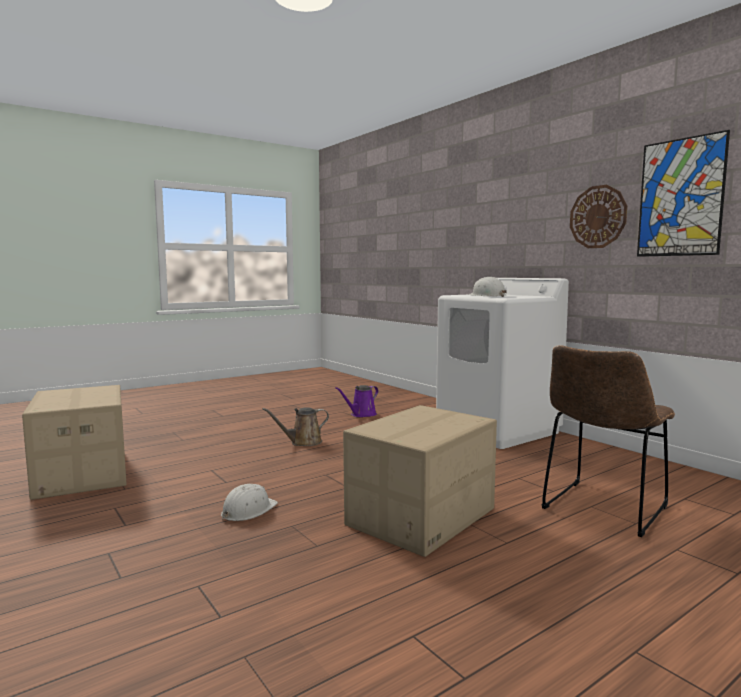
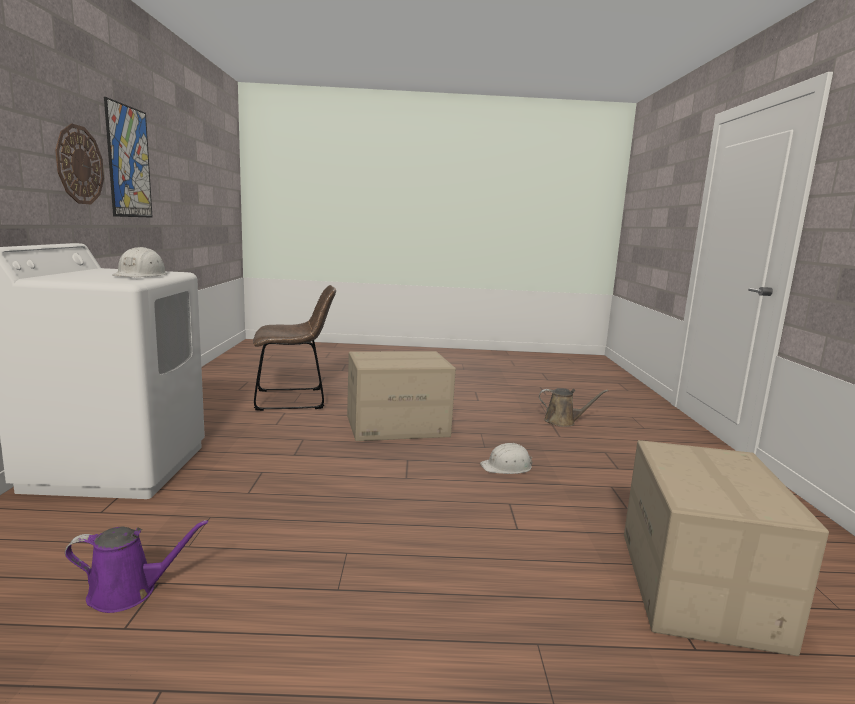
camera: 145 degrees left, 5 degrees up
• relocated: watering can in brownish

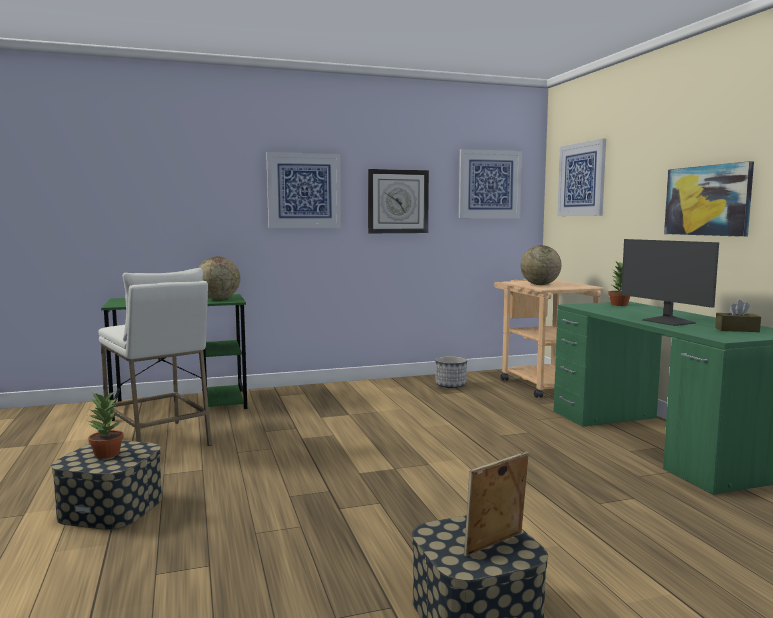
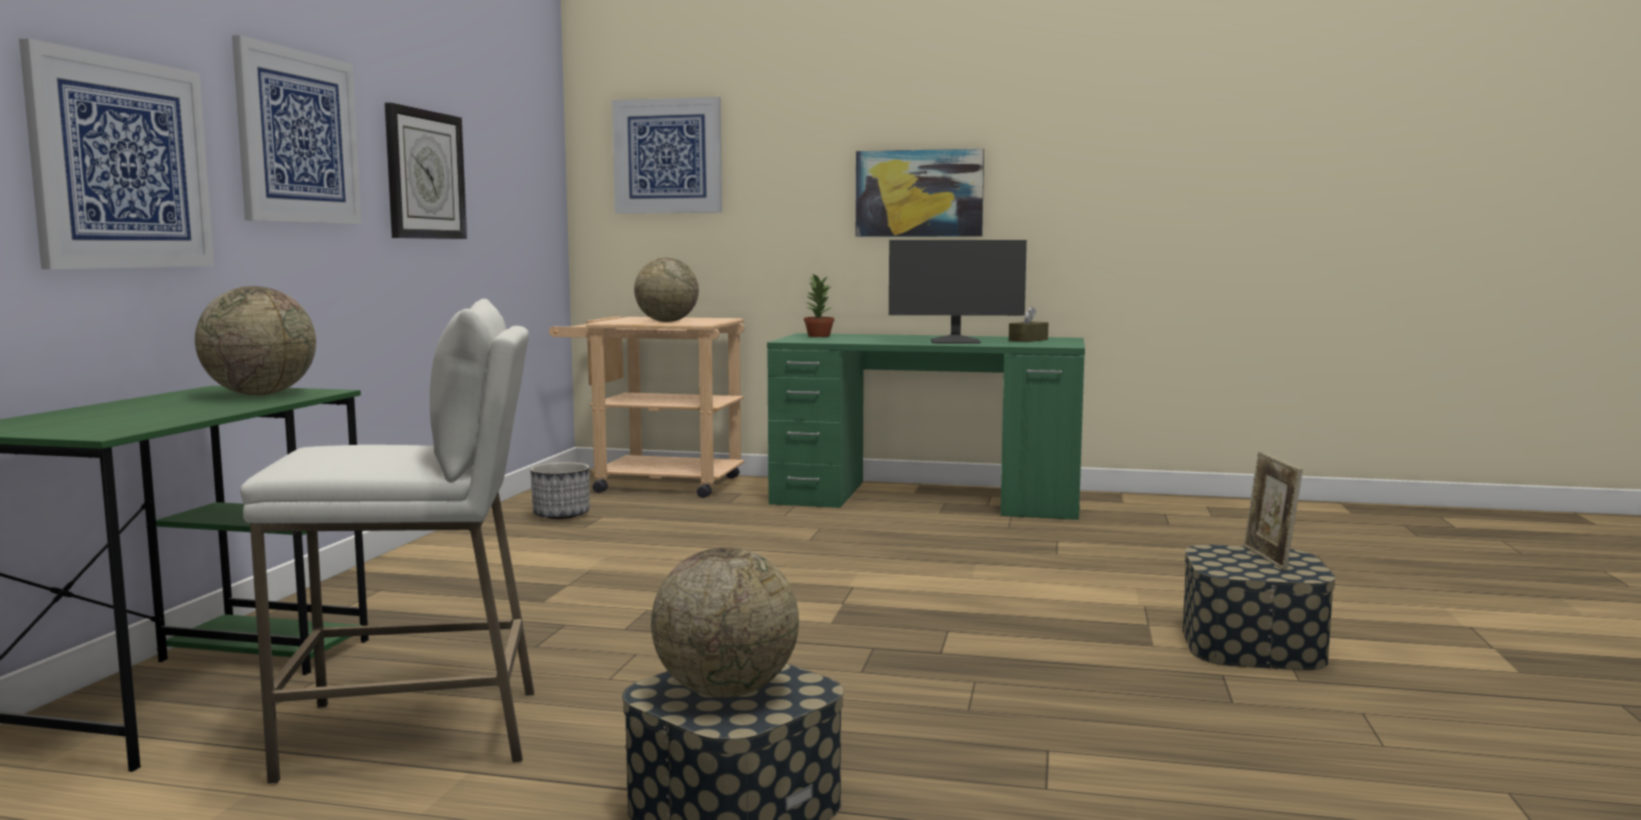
camera: 60 degrees left, 0 degrees up
• relocated: picture (no. 2 from left in the first image) to picture (no. 1 from left)
• exchanged: houseplant (no. 1 from left) to world globe (no. 3 from left)

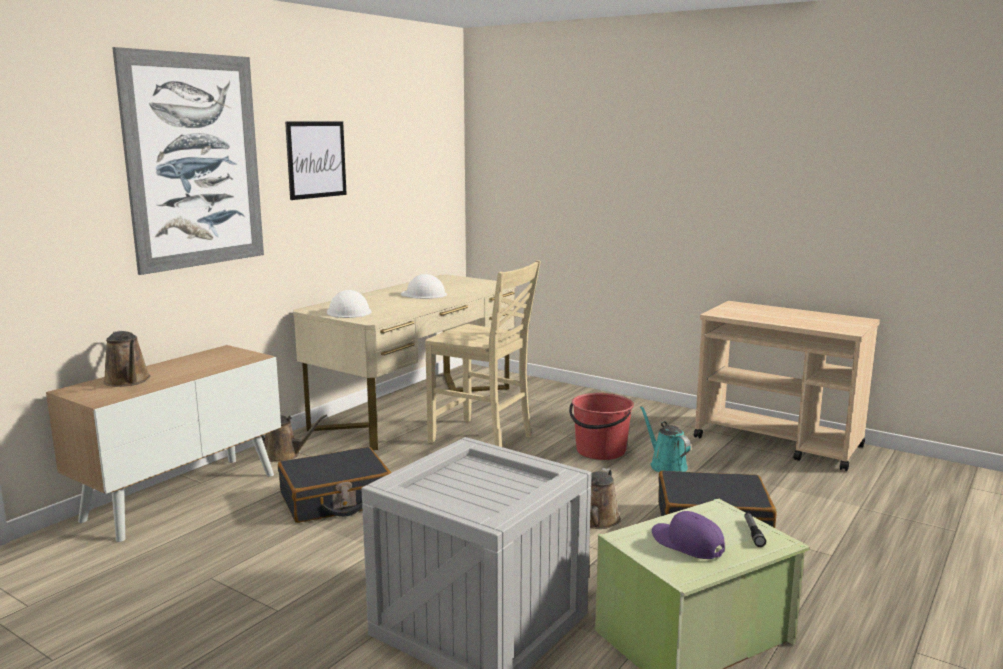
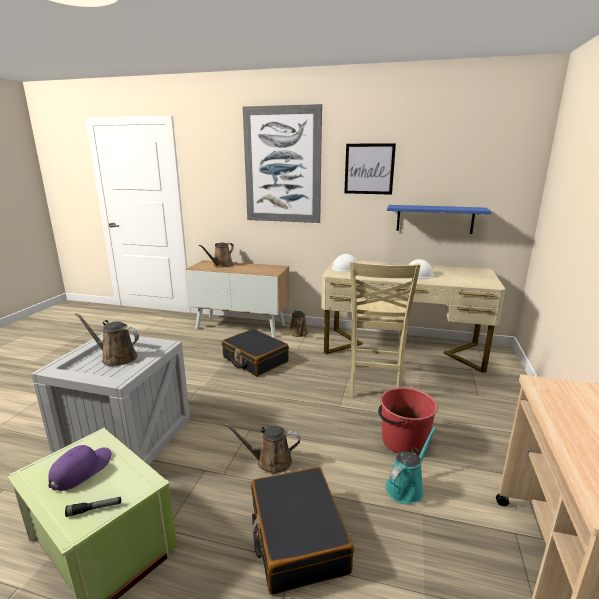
camera: 70 degrees right, 5 degrees up
• appeared: watering can in brownish (no. 1 from left)
• appeared: bracket shelf in bluish

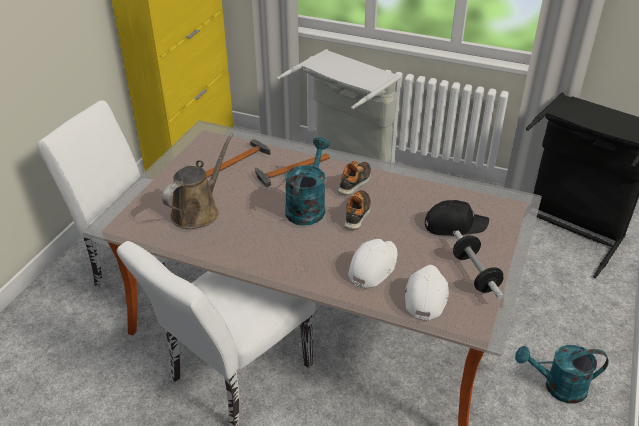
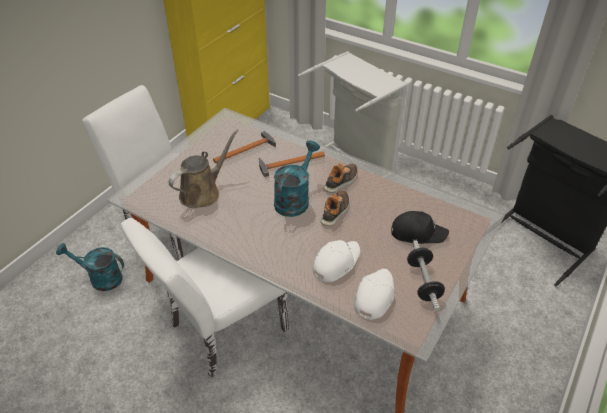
camera: 10 degrees right, 5 degrees up
• relocated: watering can in turquoise-coloured (no. 2 from left in the first image) to watering can in turquoise-coloured (no. 1 from left)

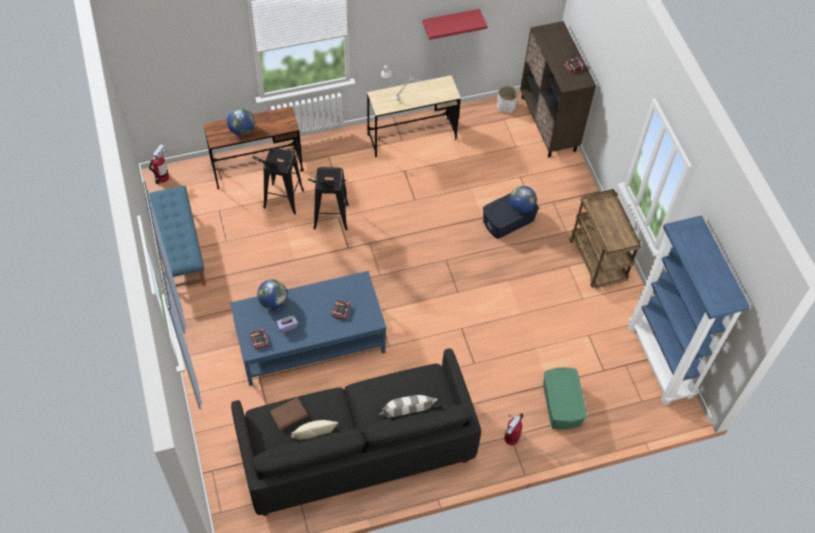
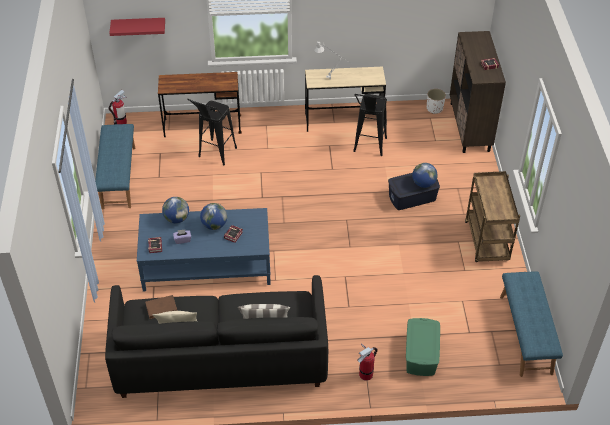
camera: 15 degrees right, 10 degrees down
• relocated: bracket shelf in reddish
• relocated: world globe (no. 1 from left in the first image) to world globe (no. 2 from left)
• relocated: stool seat in black-coloured (no. 2 from left)
• exchanged: bookcase in bluish to long seat in bluish (no. 2 from left)

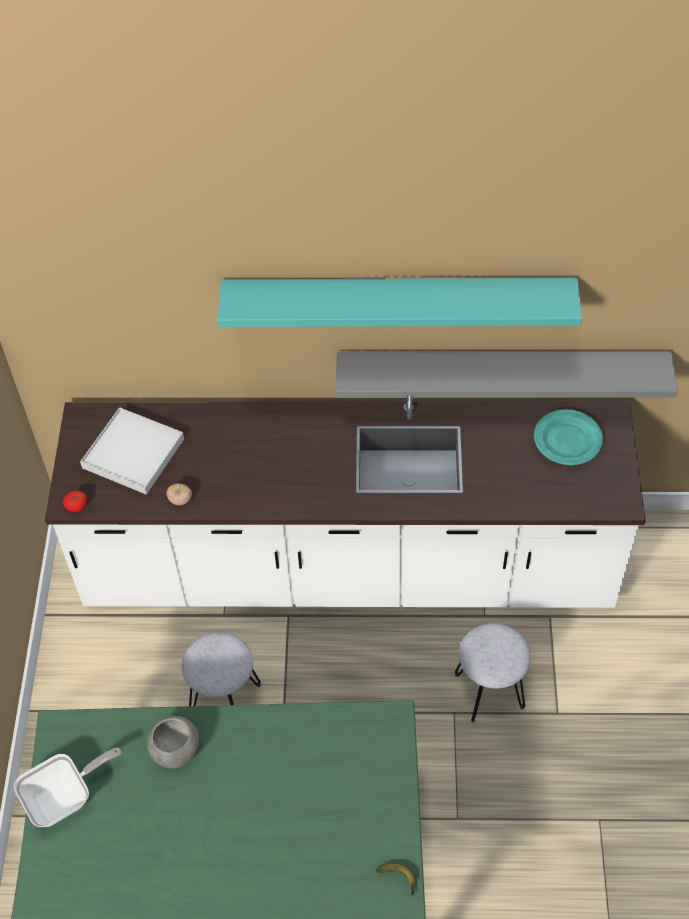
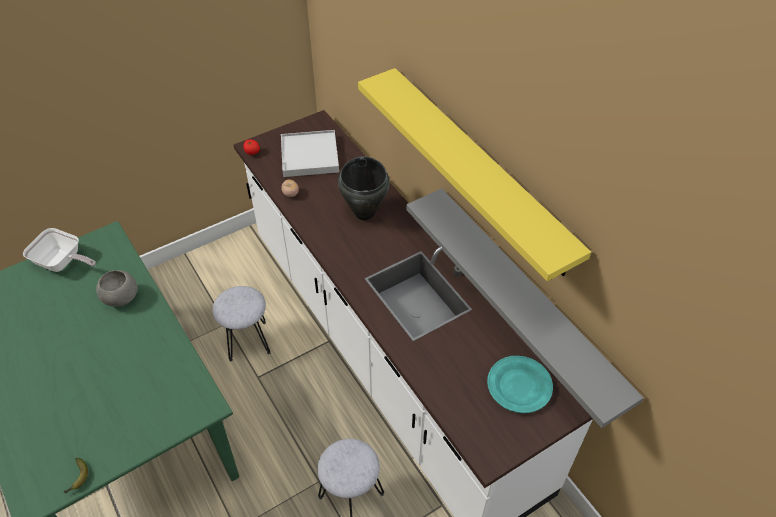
camera: 55 degrees right, 5 degrees down
• appeared: stockpot in black-coloured
• colour: bracket shelf in turquoise-coloured to bracket shelf in yellow

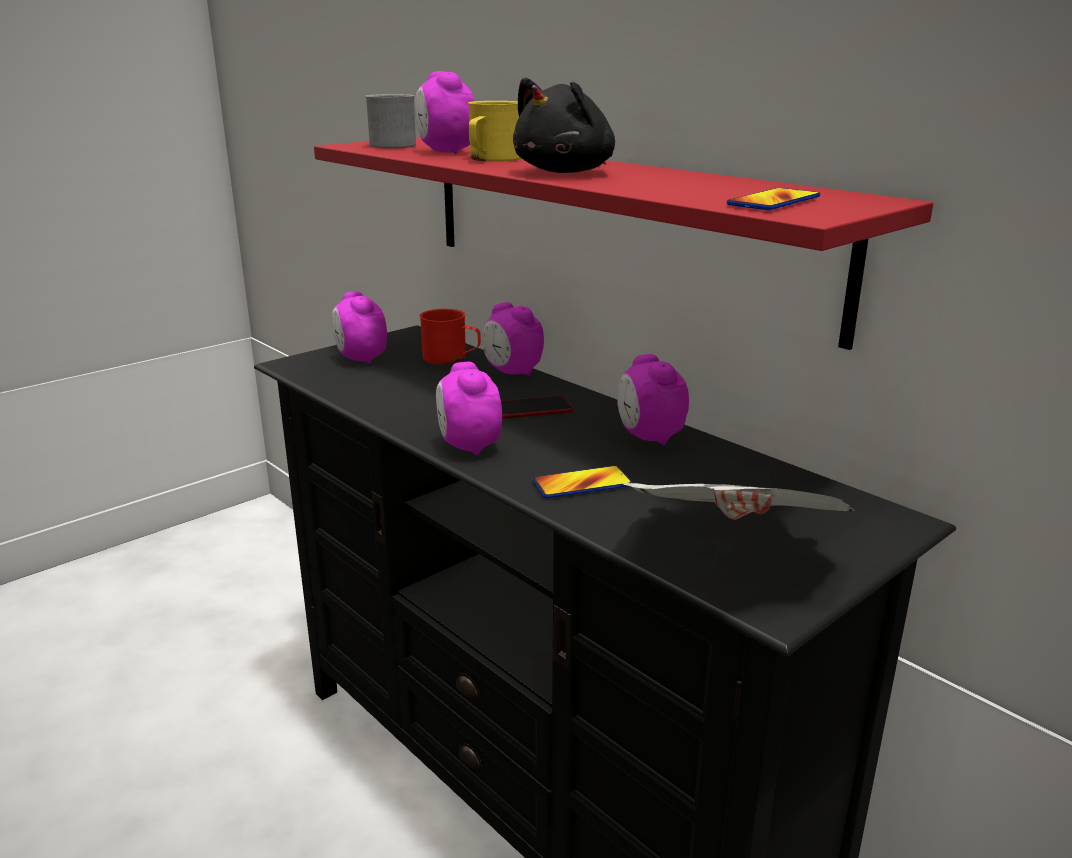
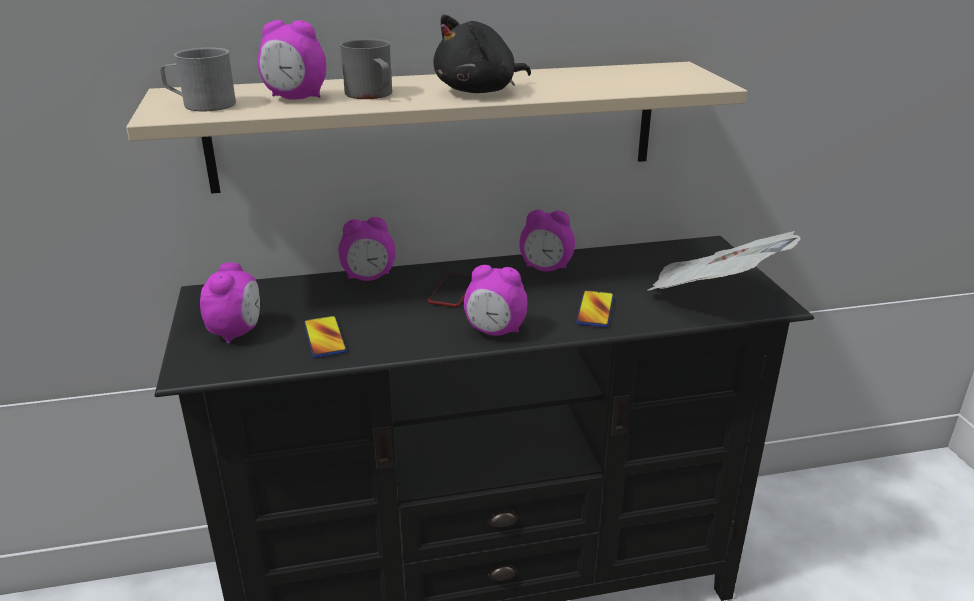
camera: 60 degrees left, 5 degrees up
• colour: bracket shelf in reddish to bracket shelf in beige
• spun: table clock (no. 1 from left) 90 degrees counterclockwise
• relocated: telephone (no. 3 from left in the first image) to telephone (no. 1 from left)
• colour: mug in yellow to mug in gray (no. 2 from left)
• spun: cuddly toy in black-coloured 75 degrees clockwise
• missing: mug in reddish

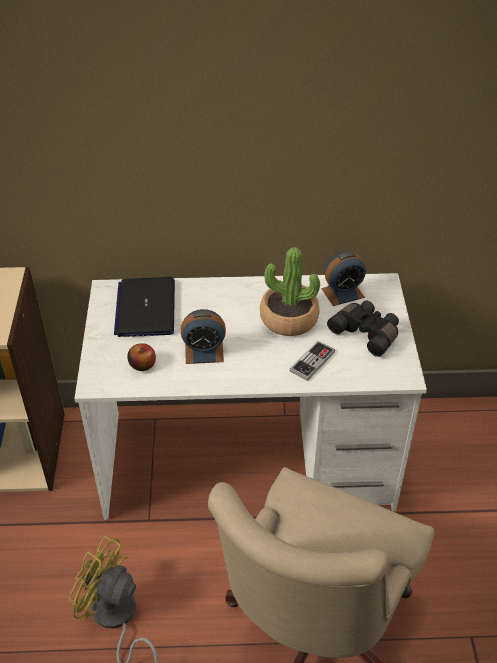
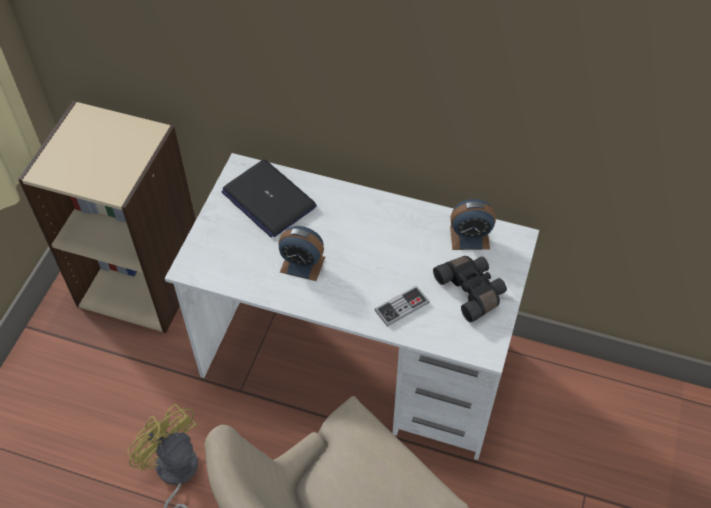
camera: 20 degrees right, 10 degrees up
• spun: portable computer 60 degrees counterclockwise
• missing: apple fruit
• missing: houseplant

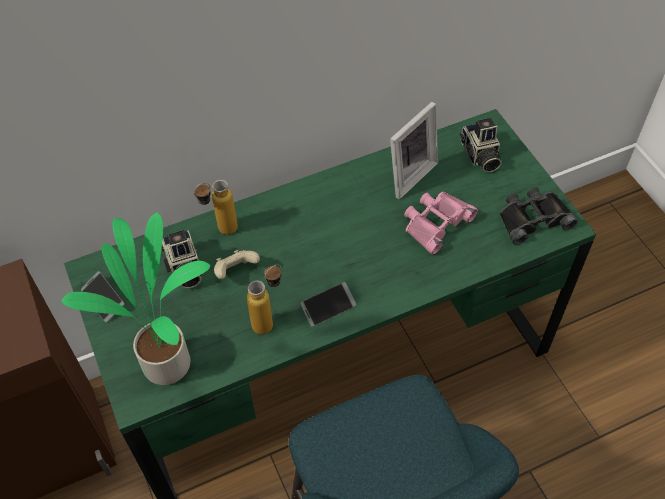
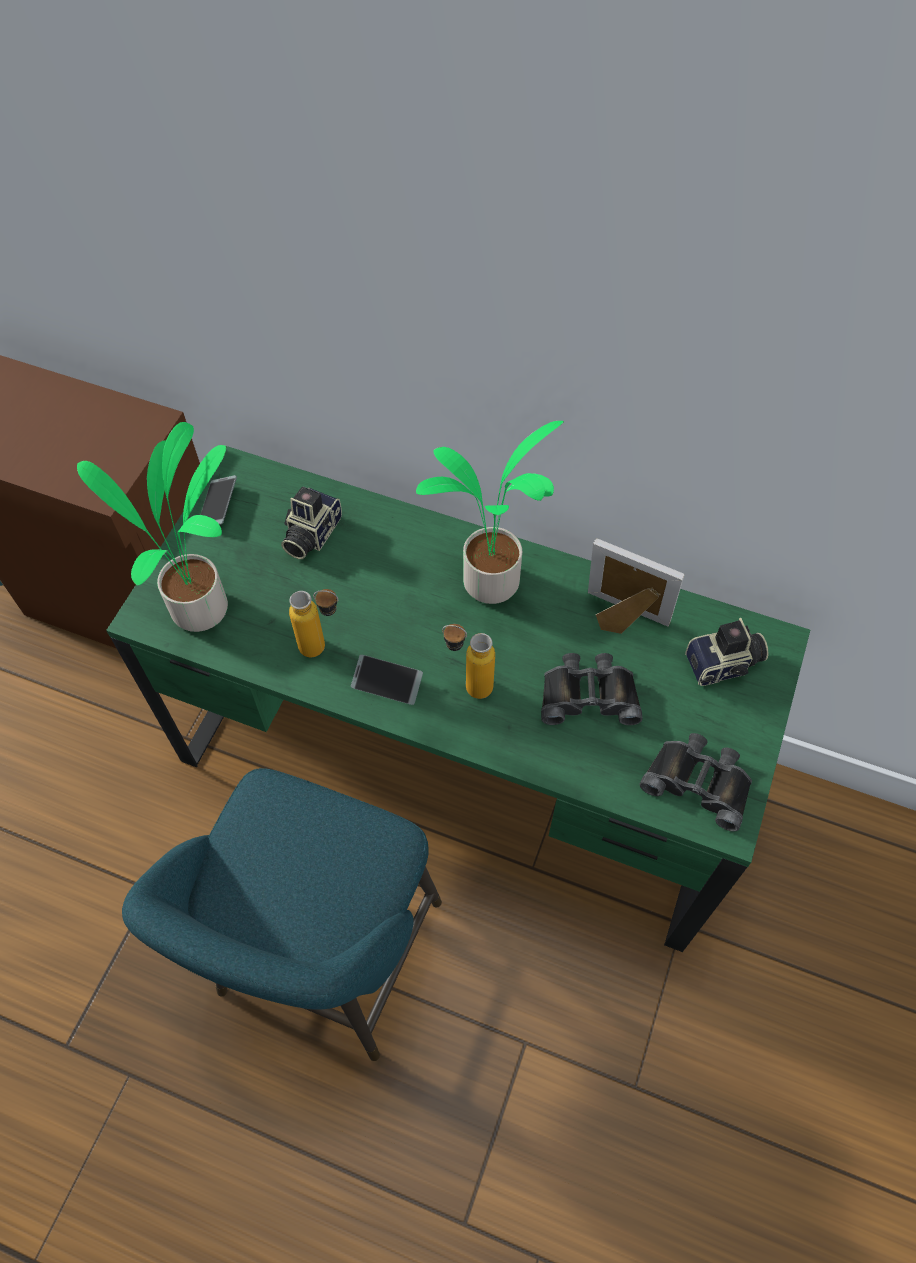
camera: 45 degrees right, 5 degrees up
• appeared: houseplant (no. 2 from left)
• relocated: beverage bottle (no. 1 from left in the first image) to beverage bottle (no. 2 from left)
• colour: pair of binoculars in pink to pair of binoculars in black-coloured (no. 1 from left)
• spun: picture frame 150 degrees counterclockwise
• spun: photo camera (no. 2 from left) 135 degrees counterclockwise
• missing: joypad in beige

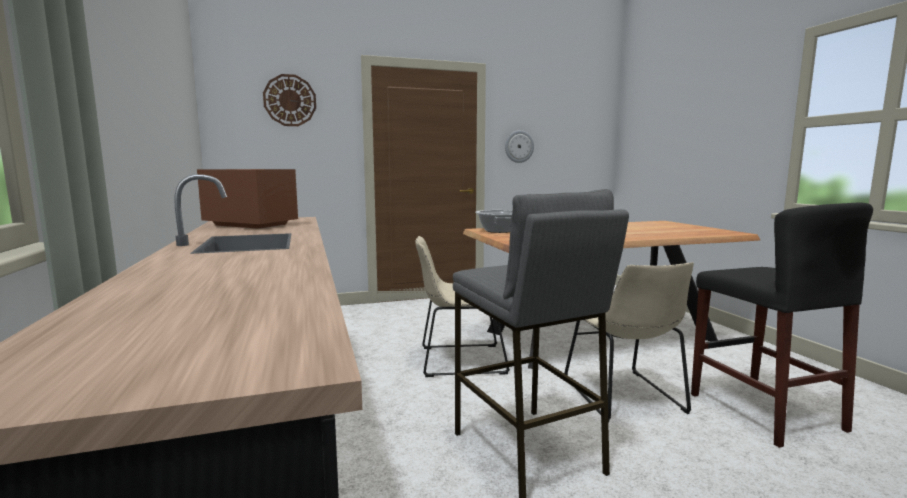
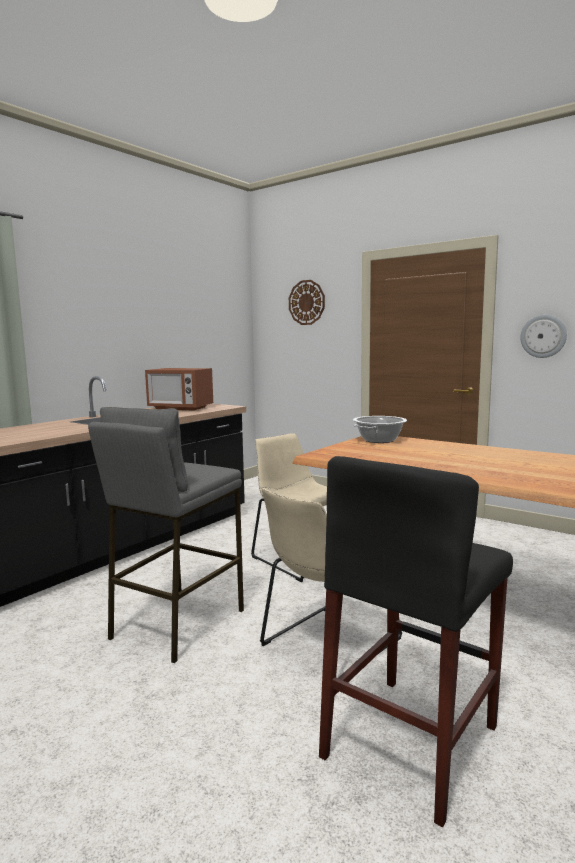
camera: 55 degrees right, 0 degrees up
• spun: microwave oven 120 degrees clockwise

